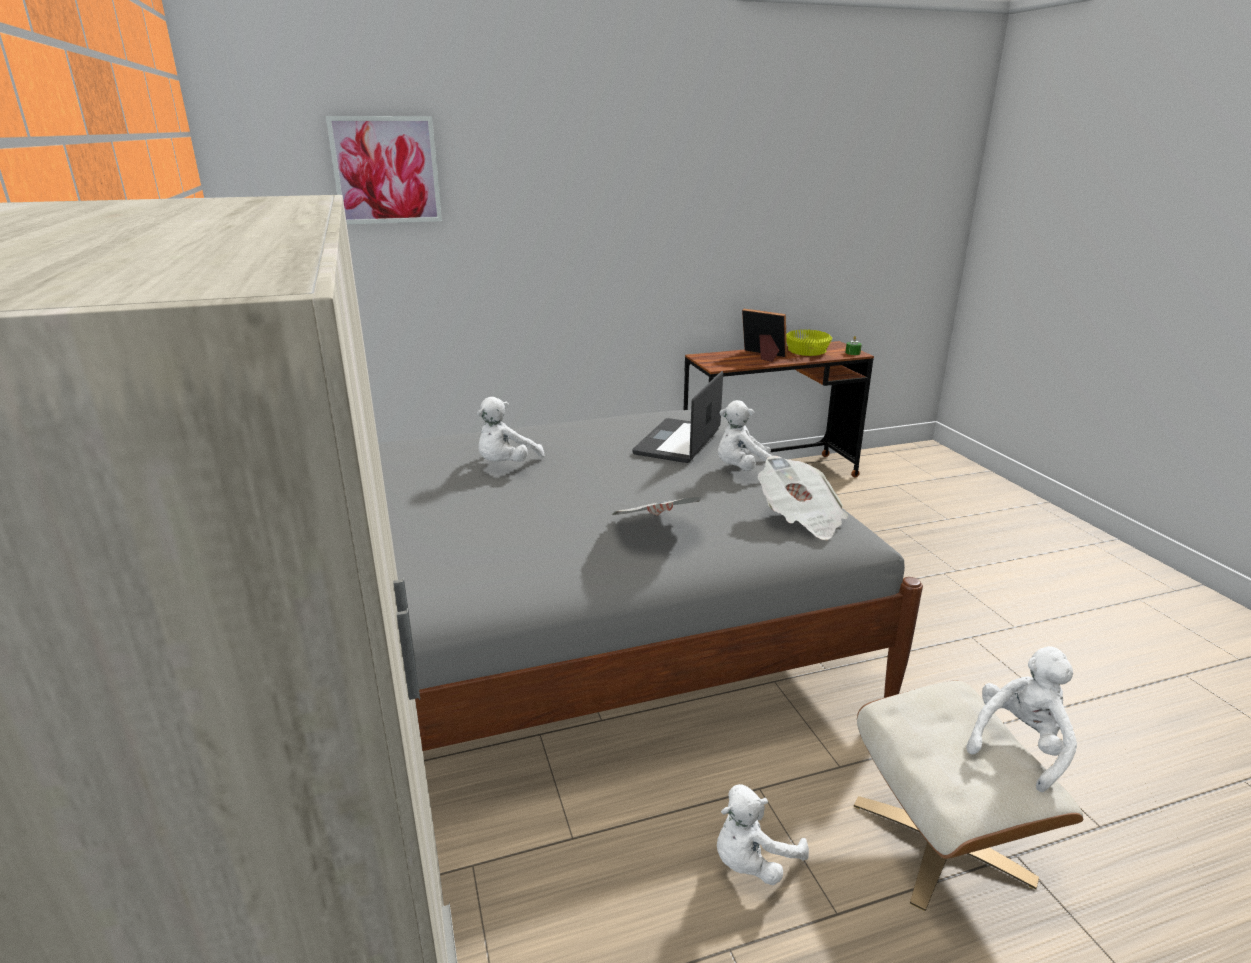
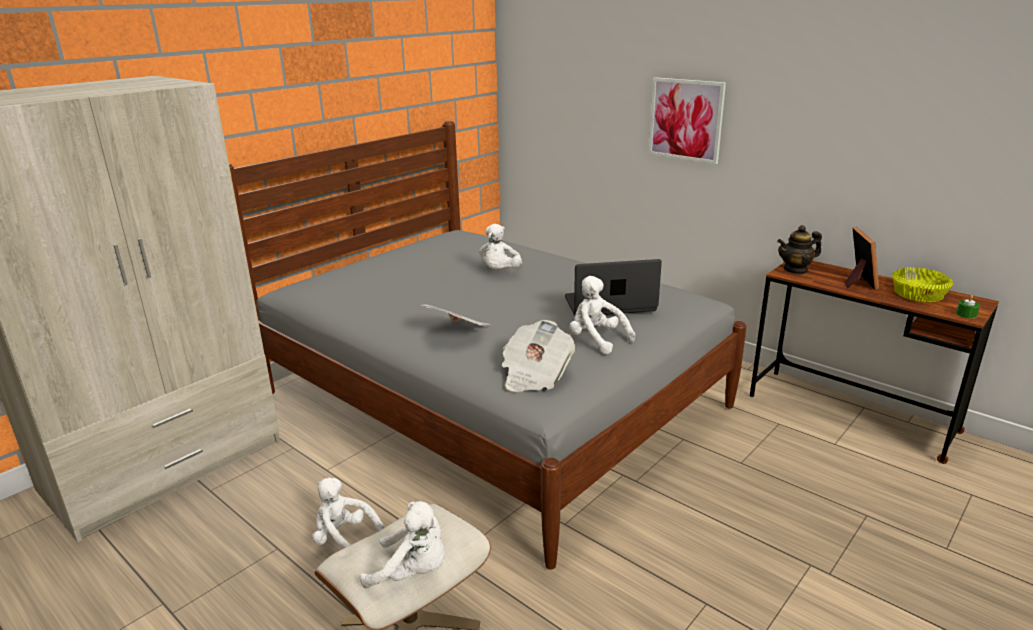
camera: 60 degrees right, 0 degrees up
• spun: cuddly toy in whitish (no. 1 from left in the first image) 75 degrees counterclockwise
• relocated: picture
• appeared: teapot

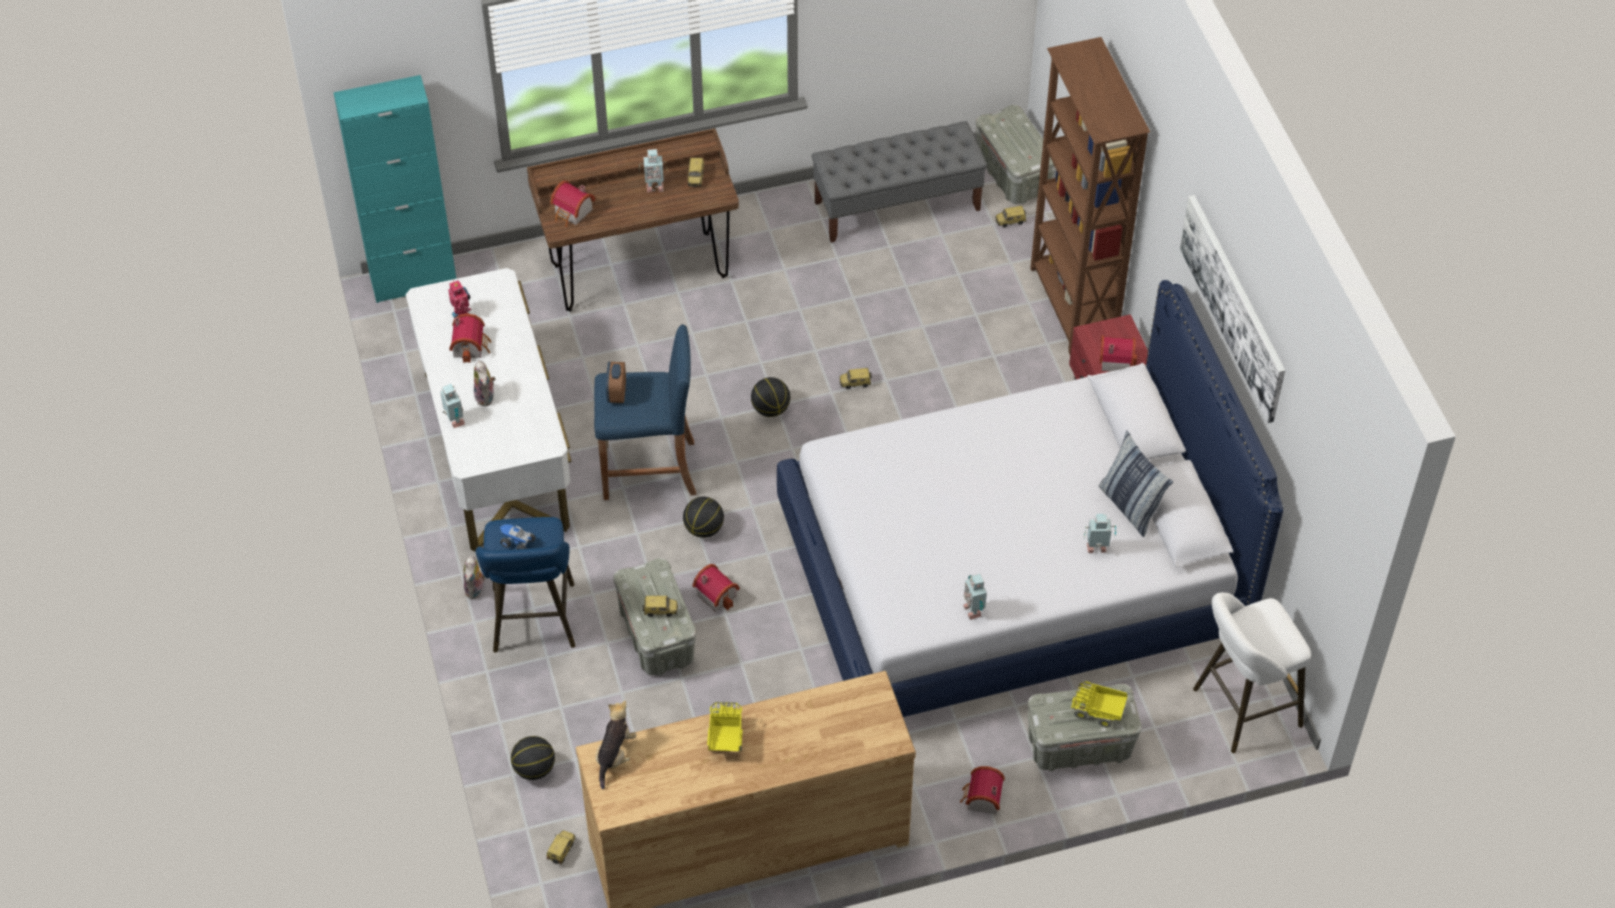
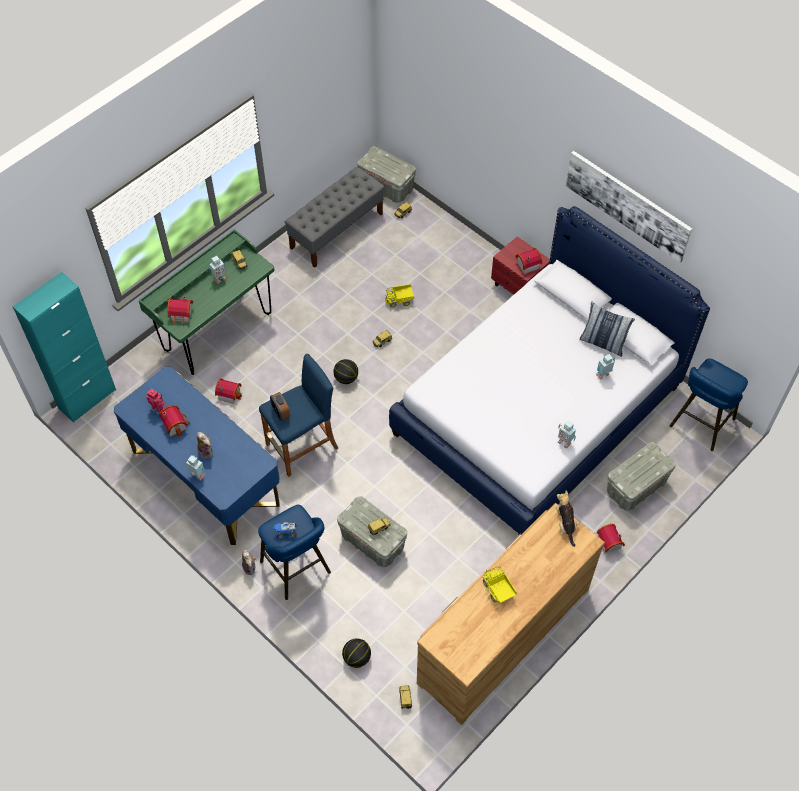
camera: 30 degrees left, 5 degrees up
• colour: desk table in whitish to desk table in bluish
• colour: desk table in brownish to desk table in green
• relocated: toy house (no. 3 from left)
• relocated: model truck (no. 3 from left in the first image) to model truck (no. 2 from left)
• relocated: cuddly toy (no. 3 from left)
• colour: stool seat in whitish to stool seat in bluish (no. 3 from left)
• missing: ball for basketball (no. 2 from left)
• missing: bookcase in brownish

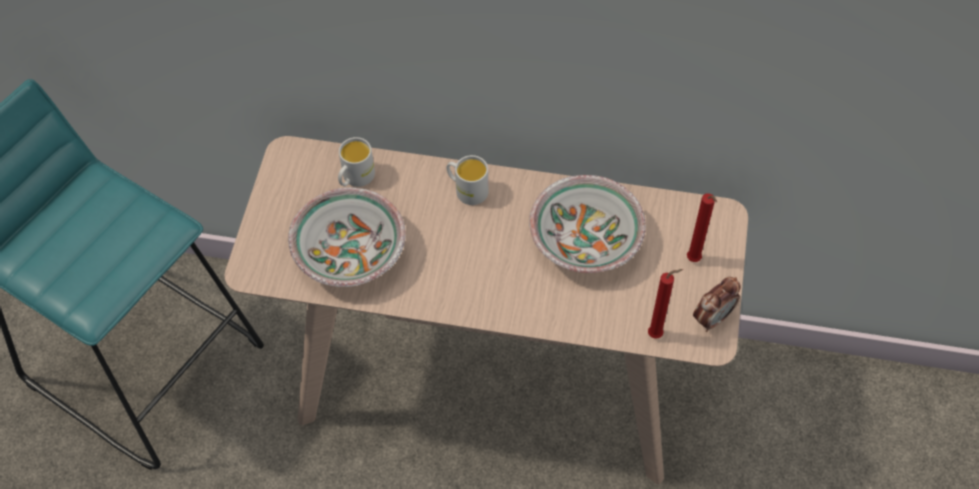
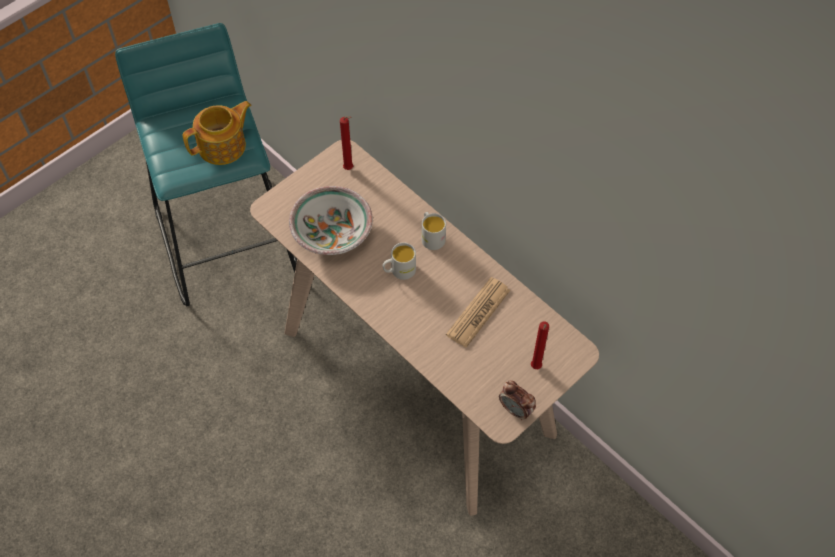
camera: 35 degrees right, 0 degrees up
• appeared: teapot
• relocated: candle in reddish (no. 1 from left)
• relocated: mug in whitish (no. 1 from left)
• exchanged: serving bowl (no. 2 from left) to newspaper
• spun: table clock 45 degrees clockwise

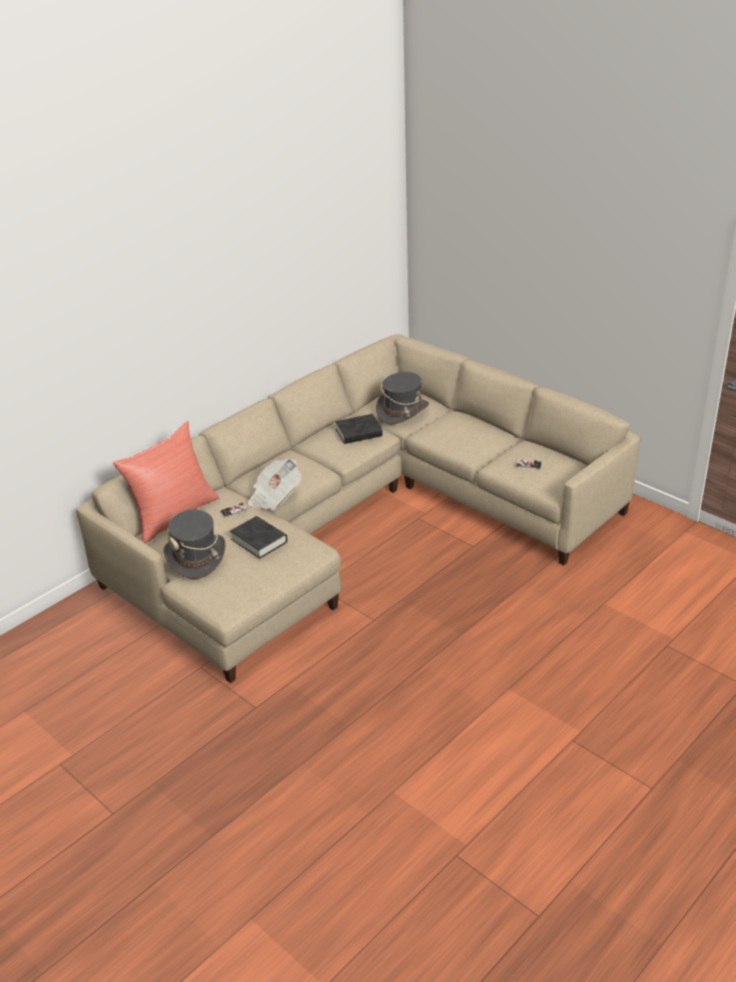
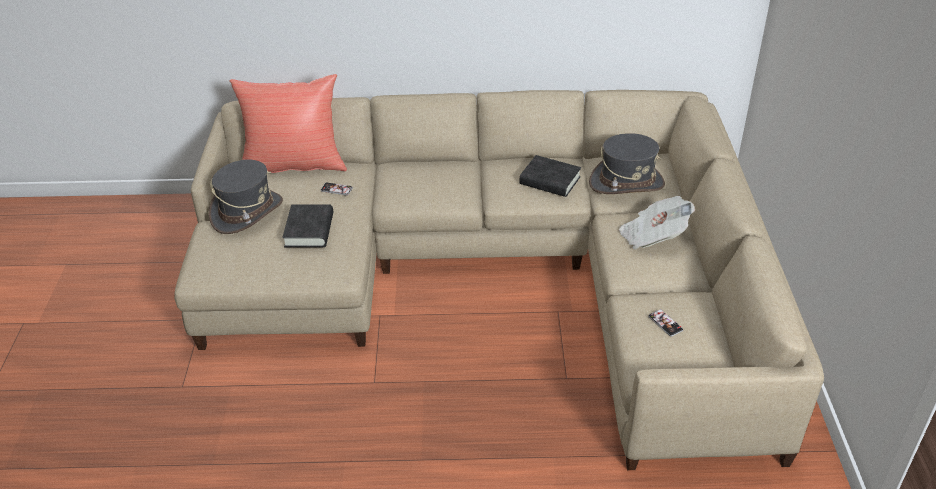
camera: 45 degrees right, 5 degrees up
• relocated: newspaper

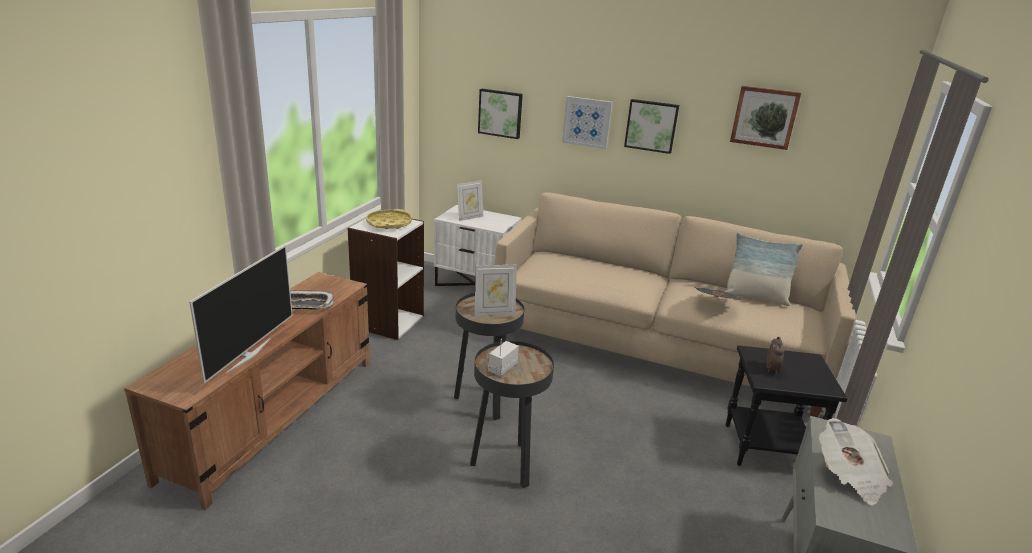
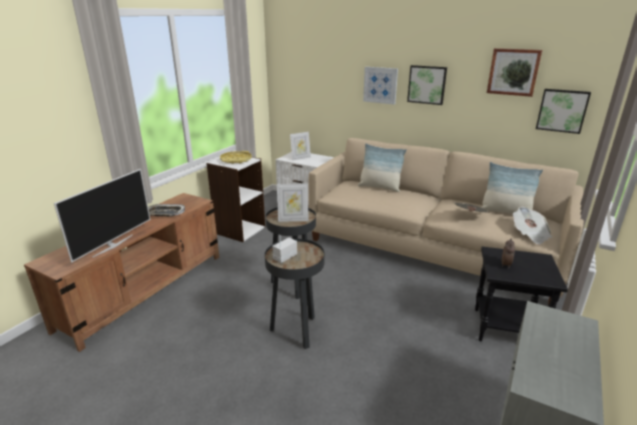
camera: 10 degrees right, 0 degrees up
• appeared: pillow (no. 1 from left)
• relocated: newspaper (no. 2 from left)
• relocated: picture (no. 1 from left in the first image) to picture (no. 4 from left)

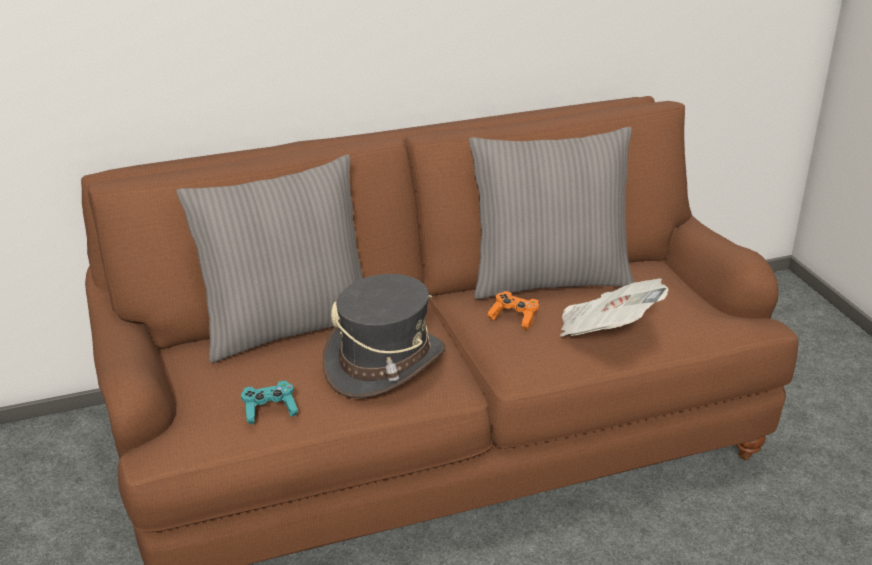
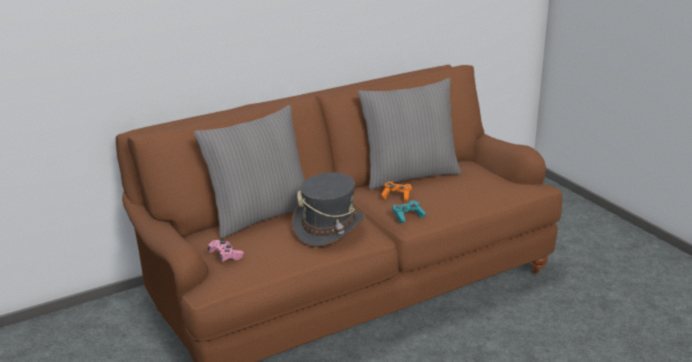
camera: 10 degrees left, 5 degrees down
• appeared: joypad in pink
• relocated: joypad in turquoise-coloured
• missing: newspaper

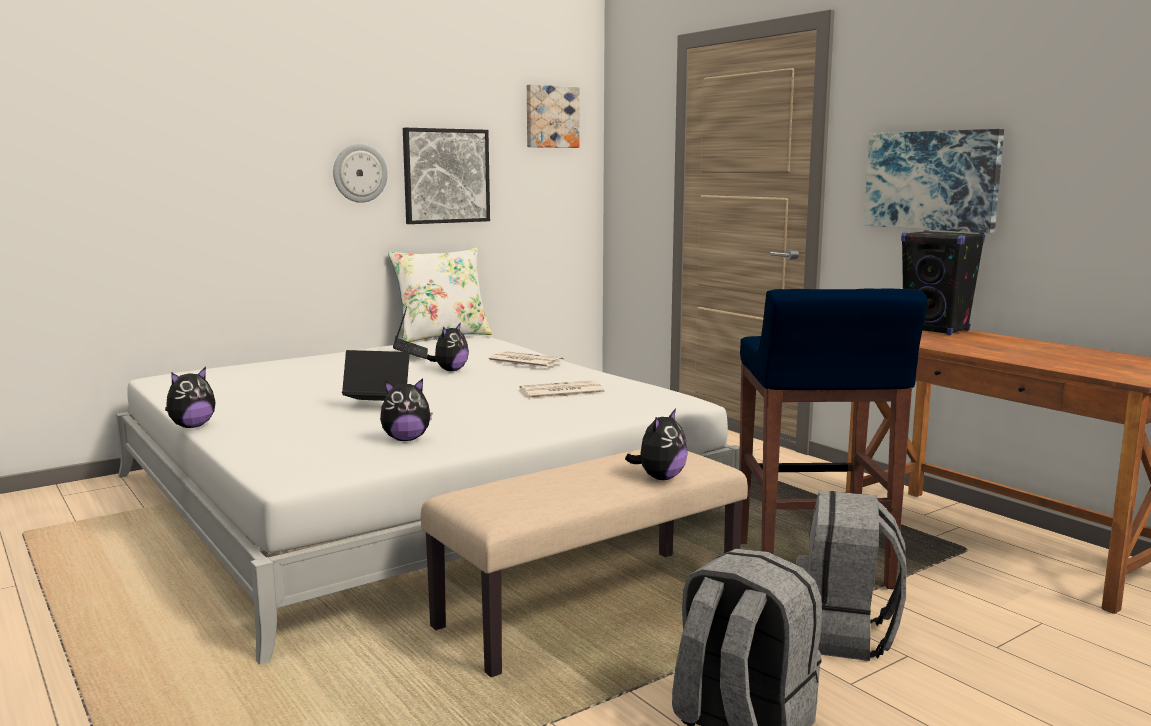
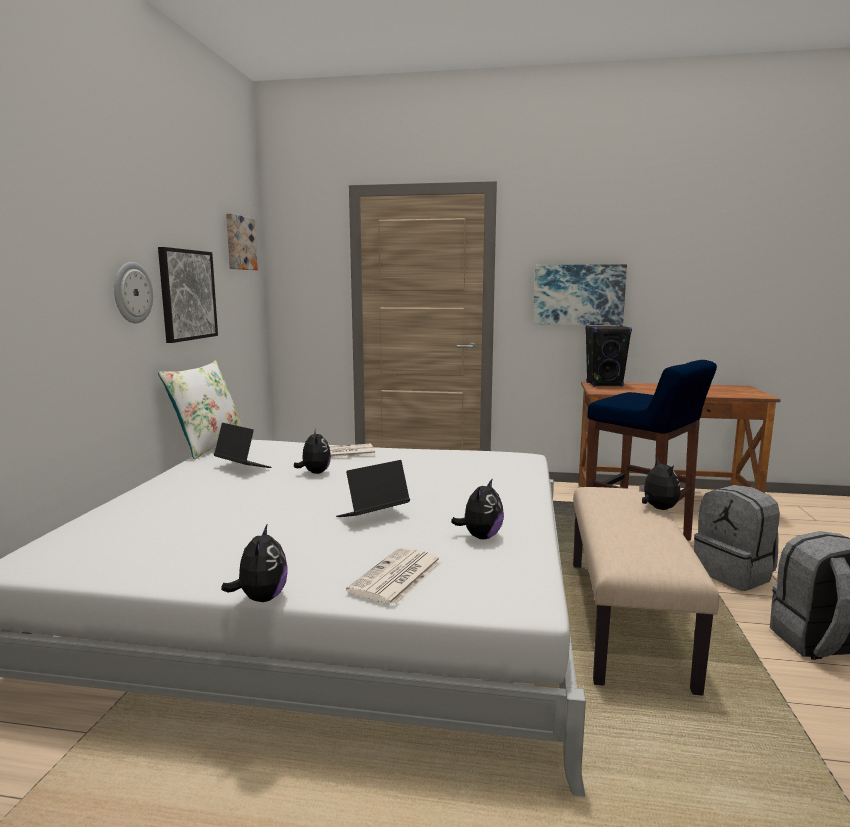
camera: 45 degrees left, 0 degrees up
• relocated: newspaper (no. 2 from left)

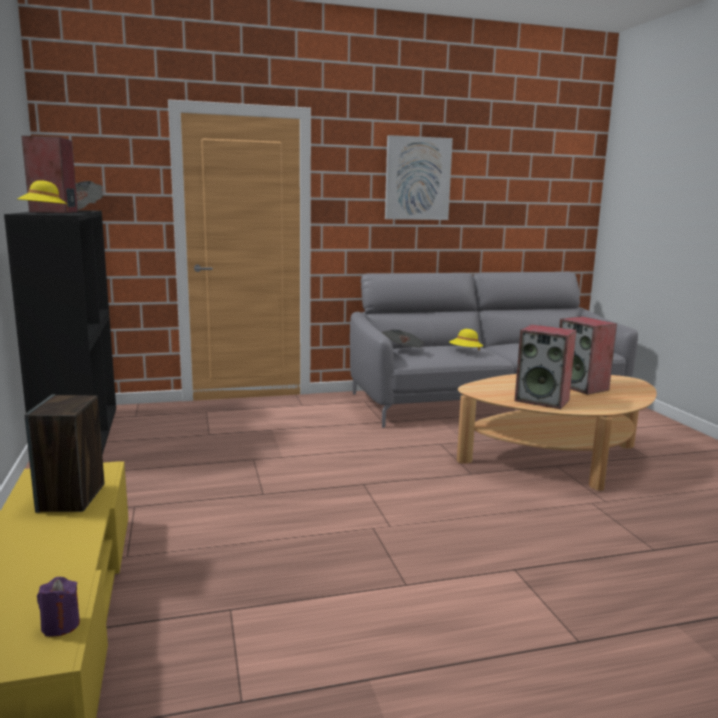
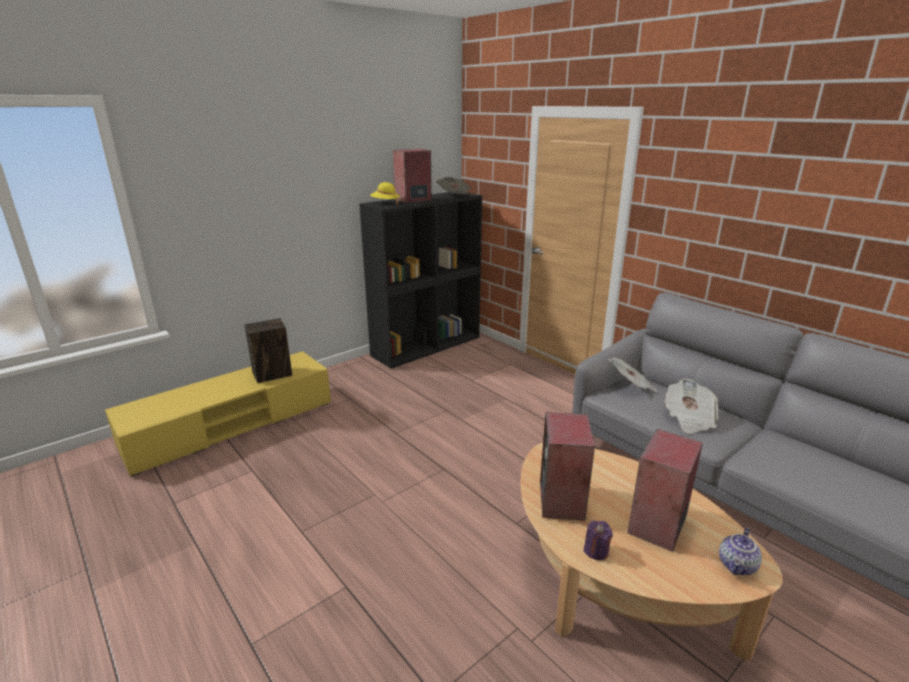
camera: 65 degrees right, 10 degrees up
• relocated: candle in purple-coloured
• exchanged: hat in yellow (no. 2 from left) to newspaper (no. 3 from left)
• appeared: teapot
• missing: picture

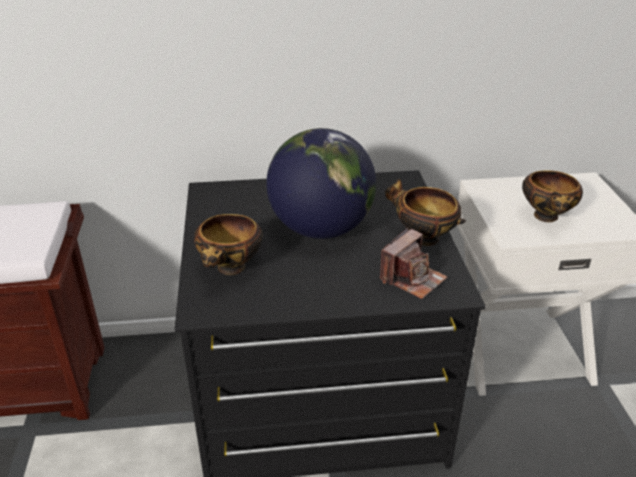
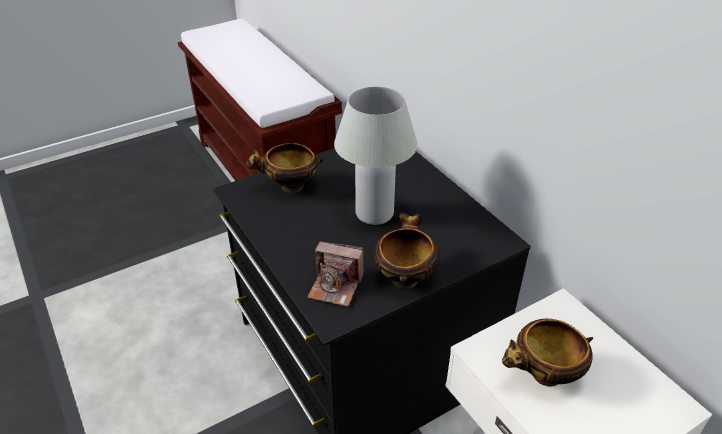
camera: 65 degrees right, 5 degrees up
• exchanged: world globe to table lamp in whitish

